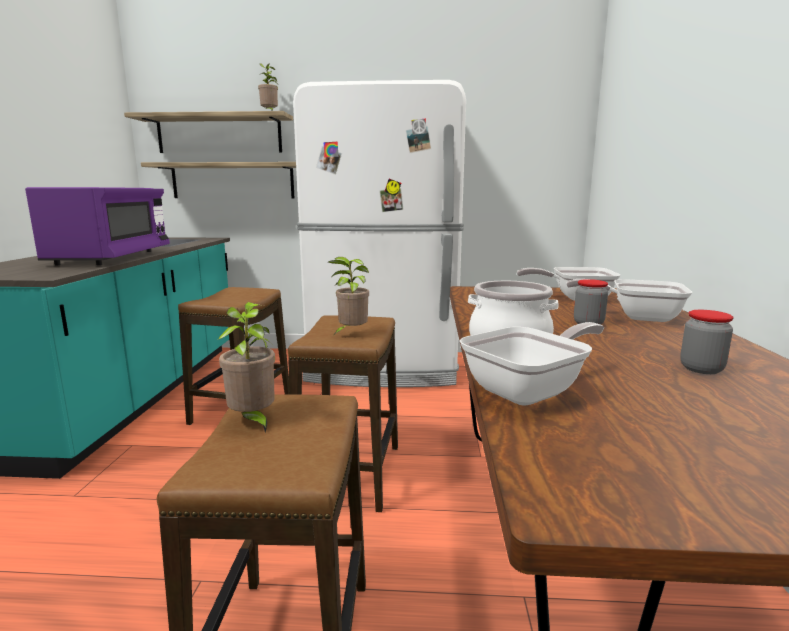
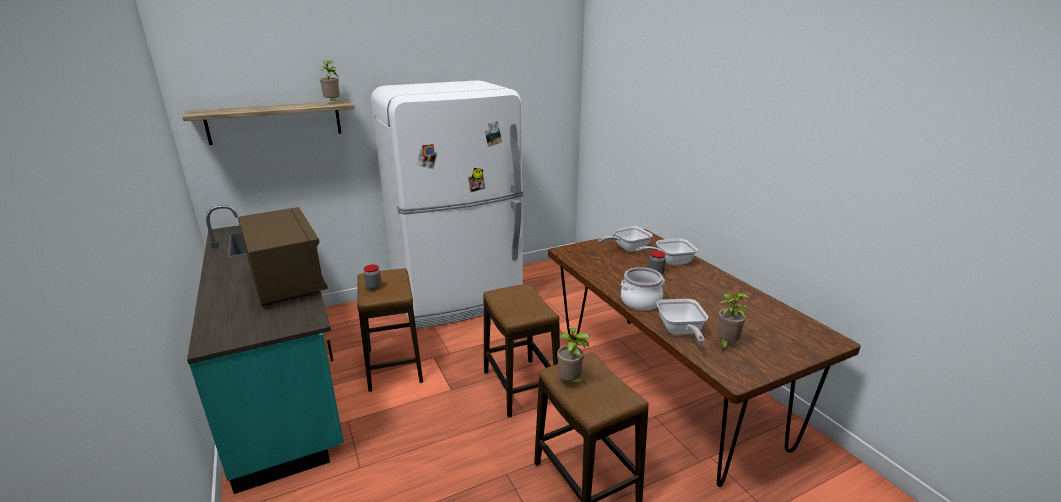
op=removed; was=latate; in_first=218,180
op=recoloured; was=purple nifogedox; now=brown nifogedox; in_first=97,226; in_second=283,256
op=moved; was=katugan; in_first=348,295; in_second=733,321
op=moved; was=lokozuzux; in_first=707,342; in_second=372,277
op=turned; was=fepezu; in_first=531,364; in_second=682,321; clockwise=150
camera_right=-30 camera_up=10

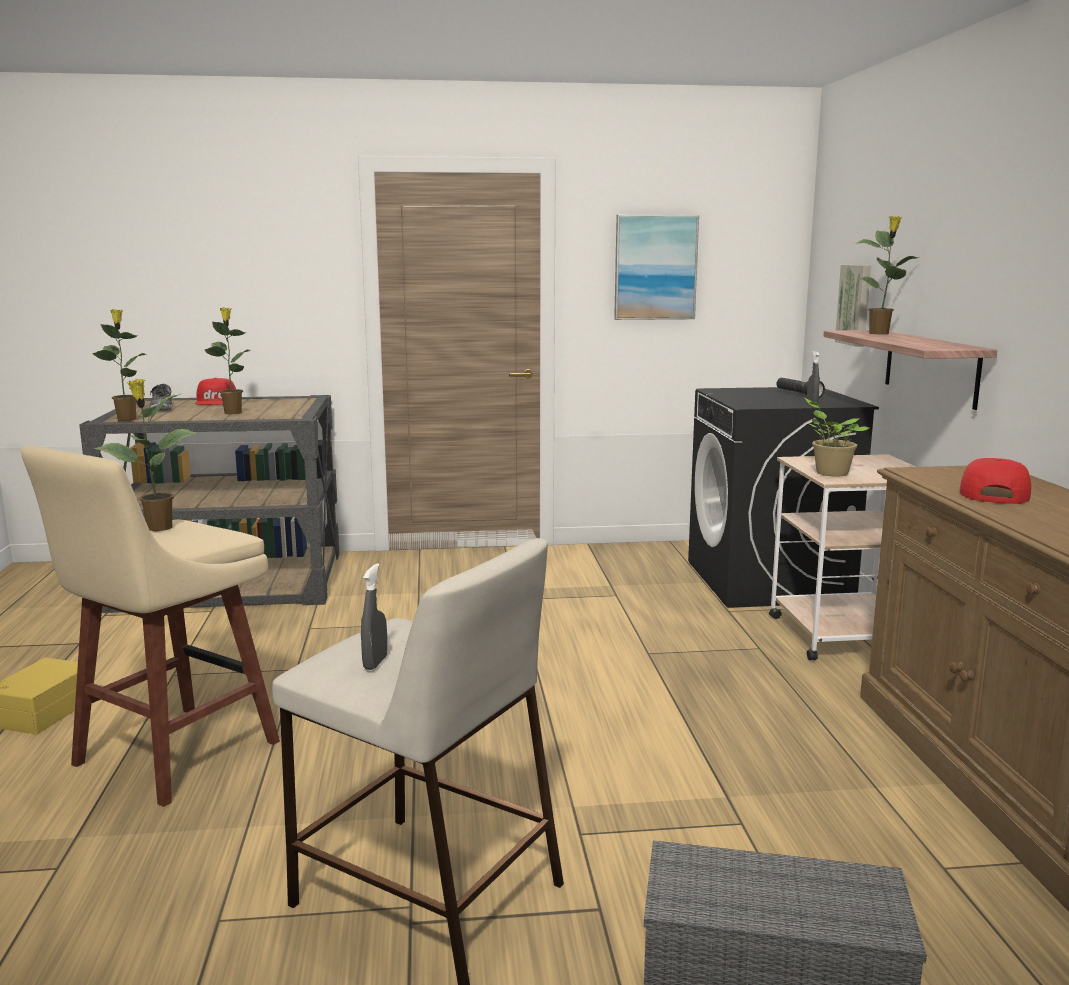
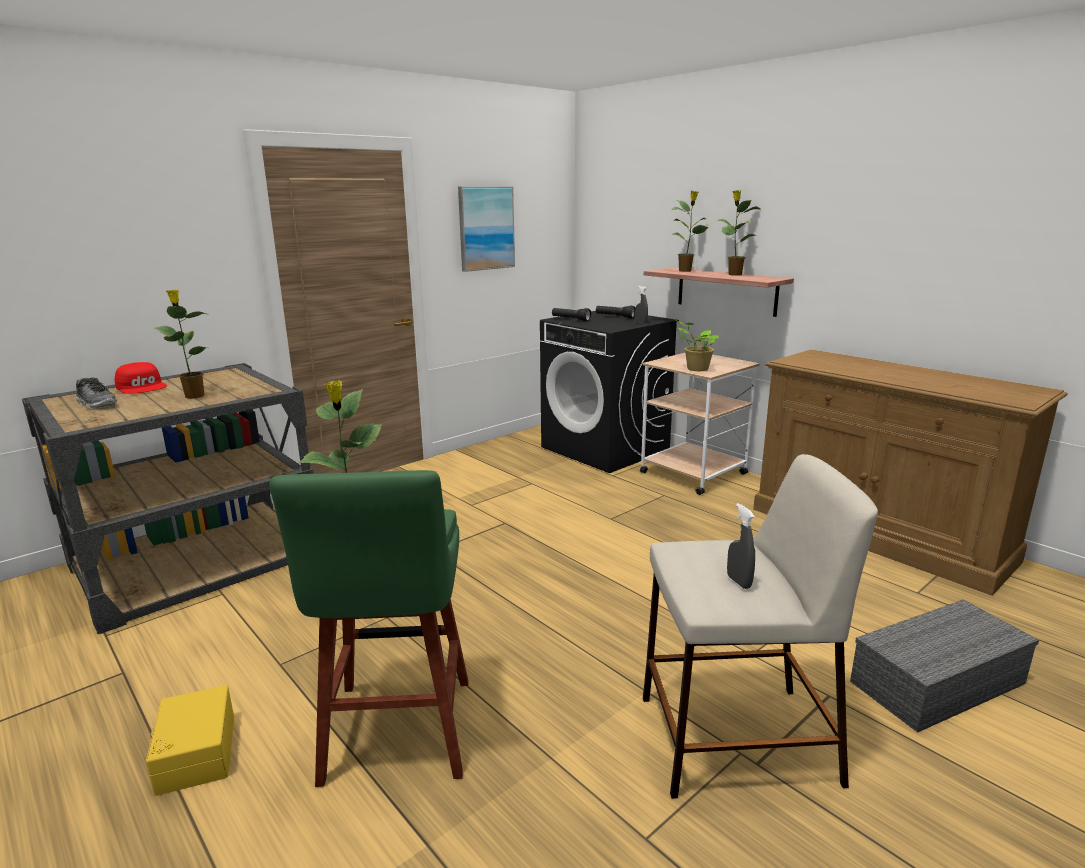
op=removed; was=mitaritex; in_first=853,306
op=moved; was=katugan; in_first=119,365; in_second=739,233
op=recoloured; was=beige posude; now=green posude; in_first=150,626; in_second=368,628
op=removed; was=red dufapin; in_first=995,481
op=added; now=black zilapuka; in_second=571,315
camera_right=-35 camera_up=5

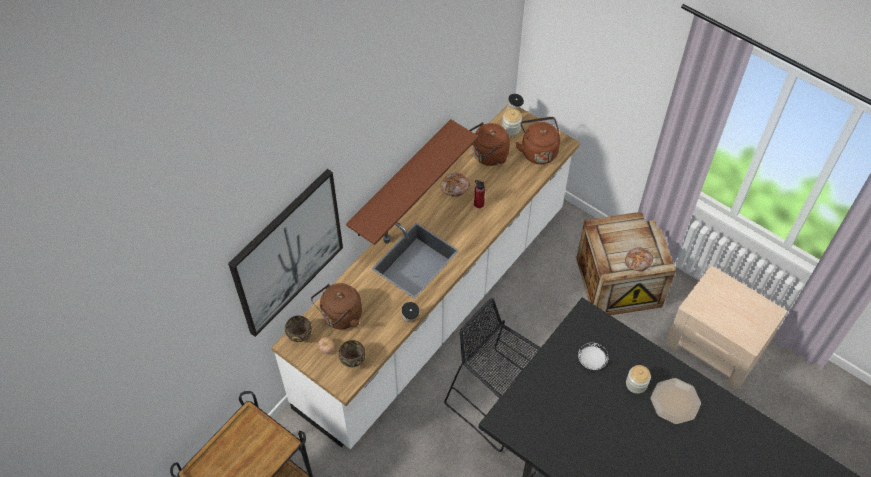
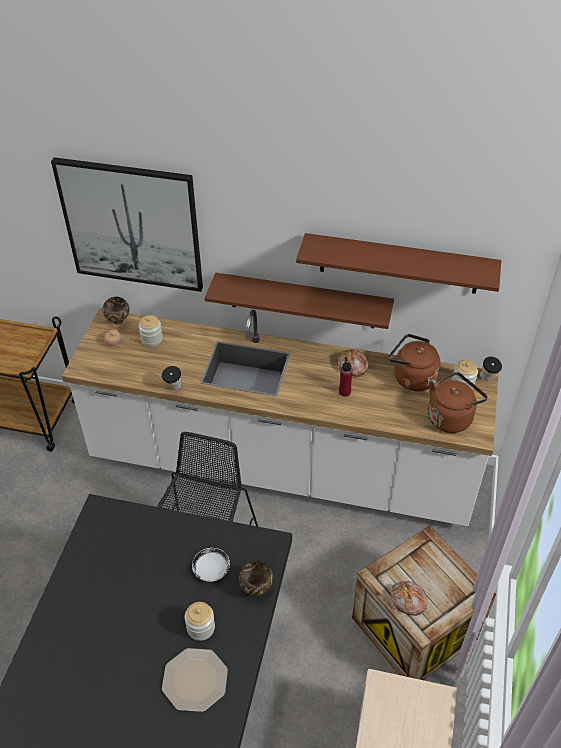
op=replaced; was=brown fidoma; now=lokozuzux; in_first=336,306; in_second=150,330
op=moved; was=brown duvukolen; in_first=352,353; in_second=256,578
op=added; now=brown latate; in_second=398,263
camera_right=65 camera_up=-10

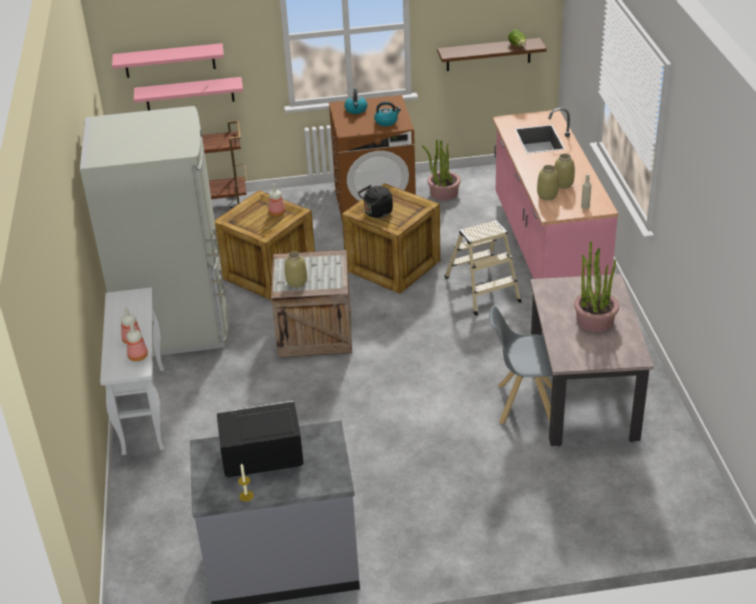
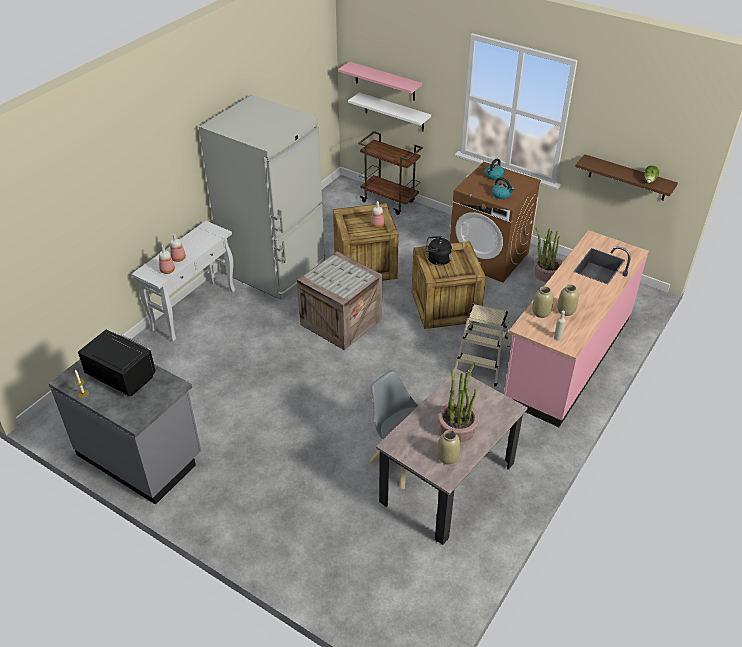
op=recoloured; was=pink latate; now=white latate; in_first=188,94; in_second=389,111
op=moved; was=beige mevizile; in_first=296,269; in_second=448,447
camera_right=40 camera_up=5

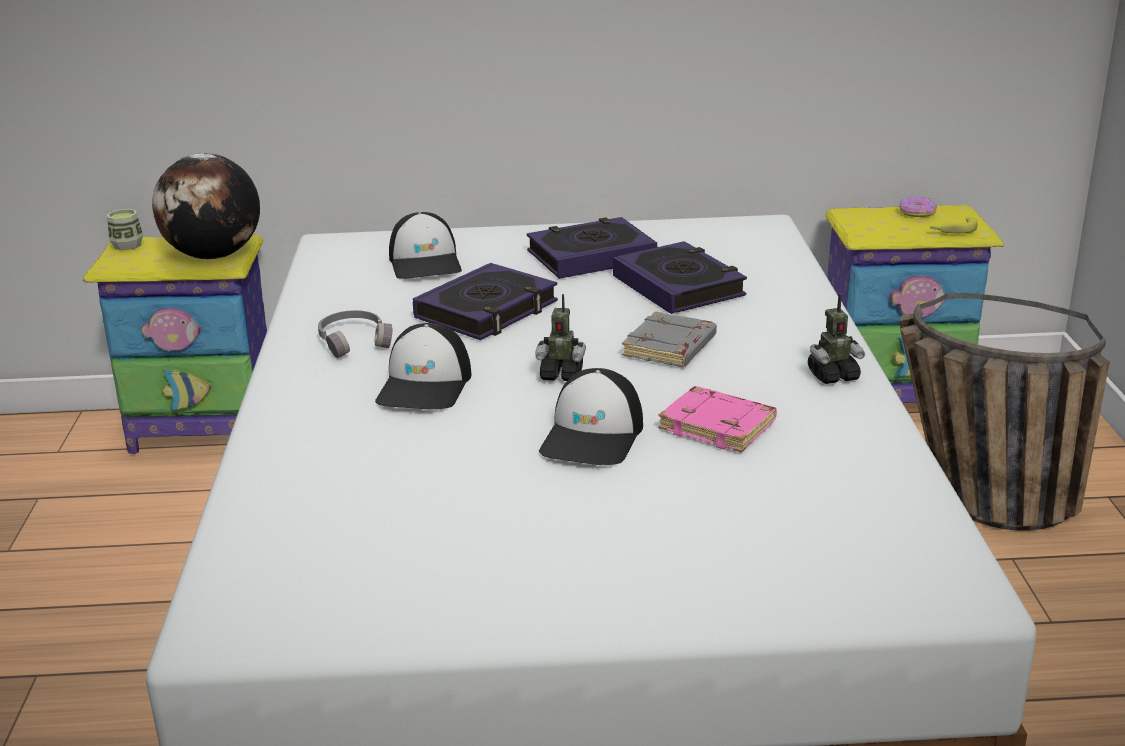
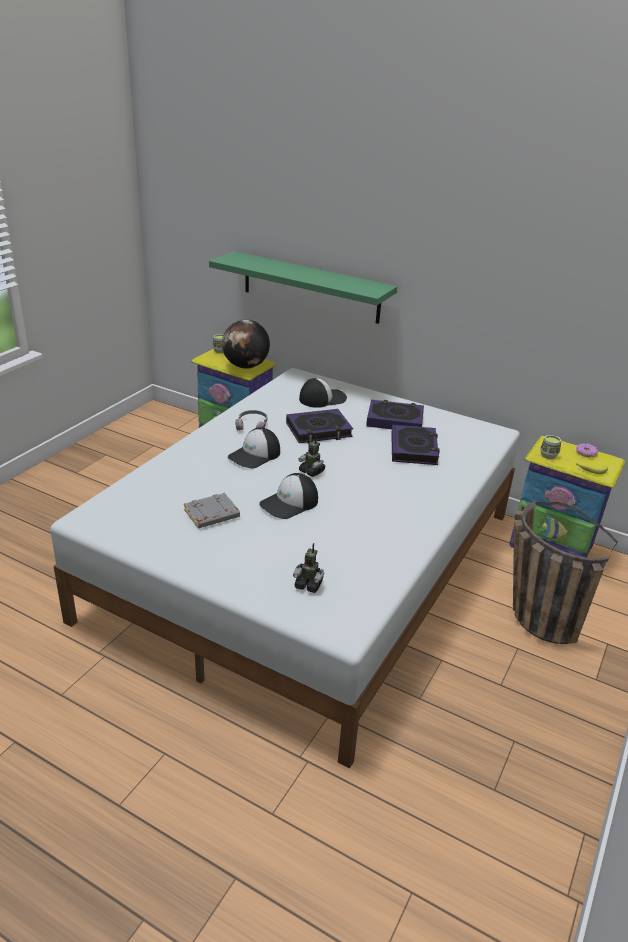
op=turned; was=dufapin; in_first=425,245; in_second=323,393; clockwise=-135
op=moved; was=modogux; in_first=836,339; in_second=308,568
op=moved; was=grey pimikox; in_first=669,339; in_second=212,510
op=removed; was=pink pimikox; in_first=717,419
op=added; now=green latate; in_second=303,287
op=added; now=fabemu; in_second=550,447
camera_right=30 camera_up=5

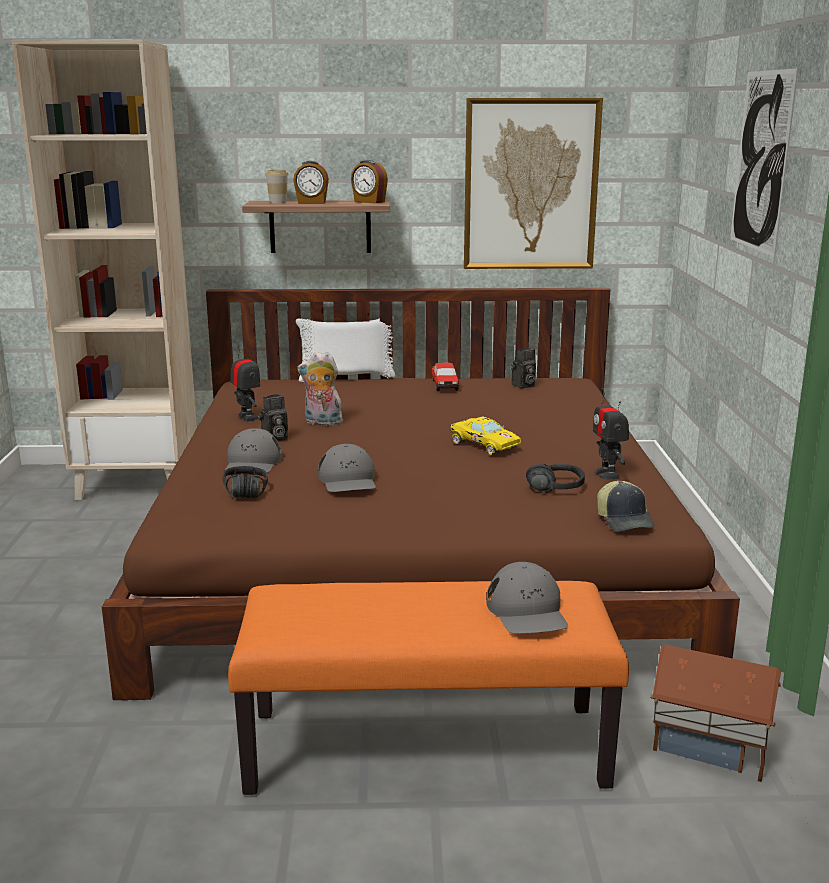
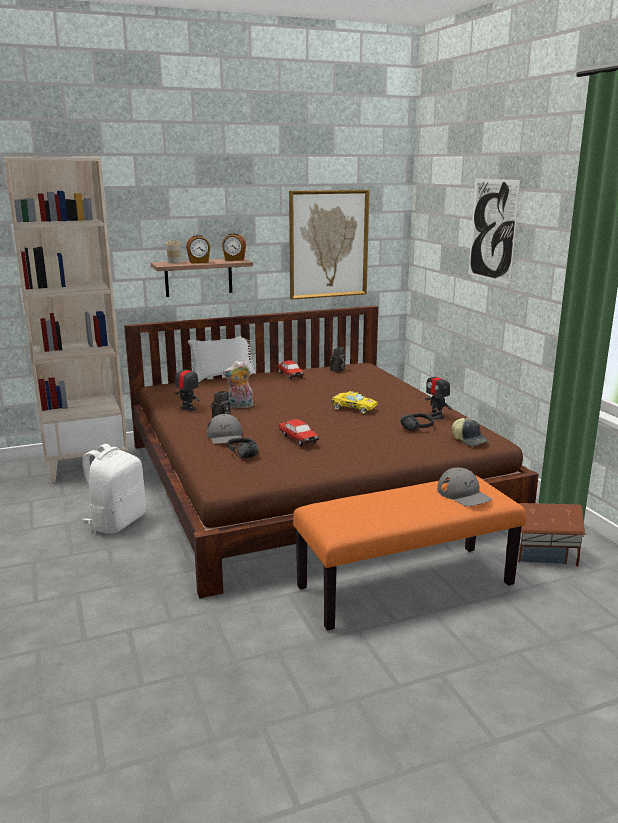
op=replaced; was=grey dufapin; now=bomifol; in_first=347,468; in_second=299,432
op=added; now=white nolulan; in_second=114,489
camera_right=-20 camera_up=0

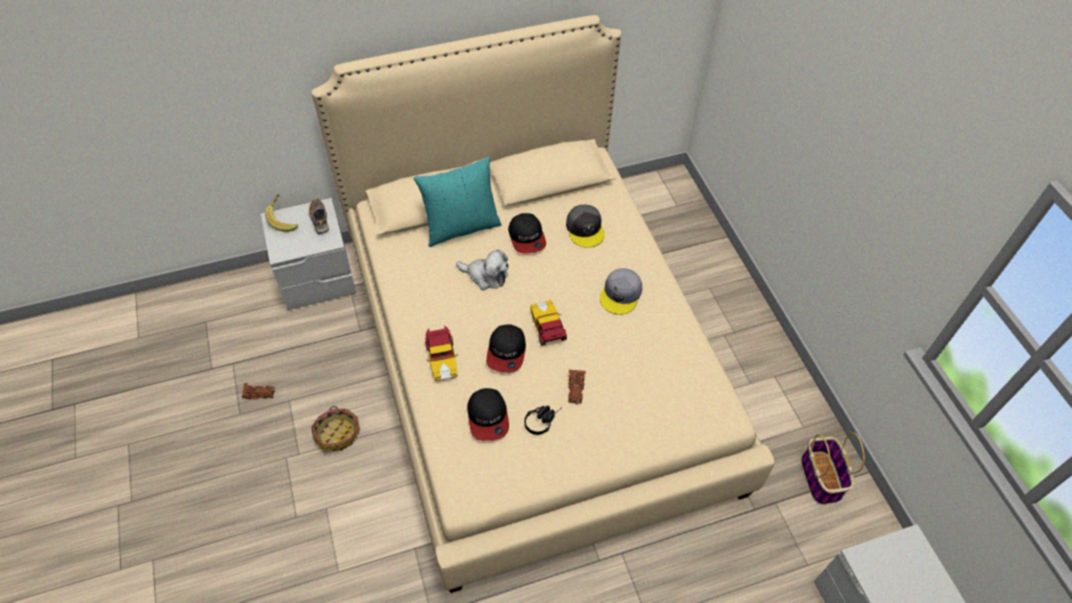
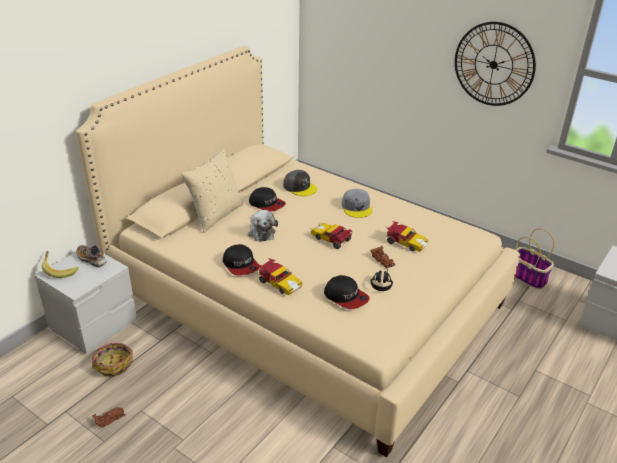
op=recoloured; was=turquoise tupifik; now=beige tupifik; in_first=457,201; in_second=212,190
op=turned; was=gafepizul; in_first=482,270; in_second=263,226; clockwise=90
op=moved; was=dufapin; in_first=506,348; in_second=241,260
op=moved; was=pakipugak; in_first=335,429; in_second=112,359
op=added; now=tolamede; in_second=495,64
op=added; now=bomifol; in_second=408,236
camera_right=-35 camera_up=-20

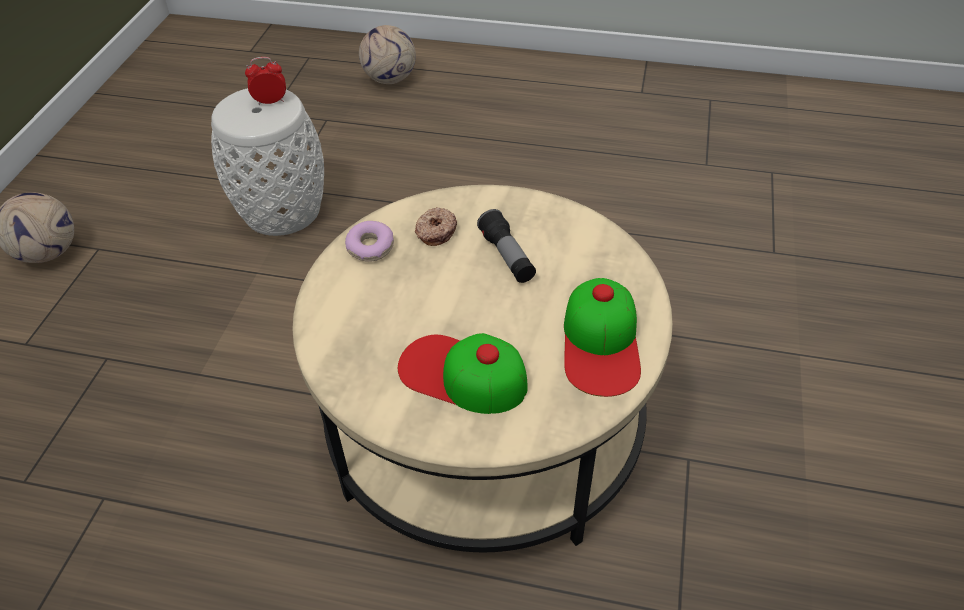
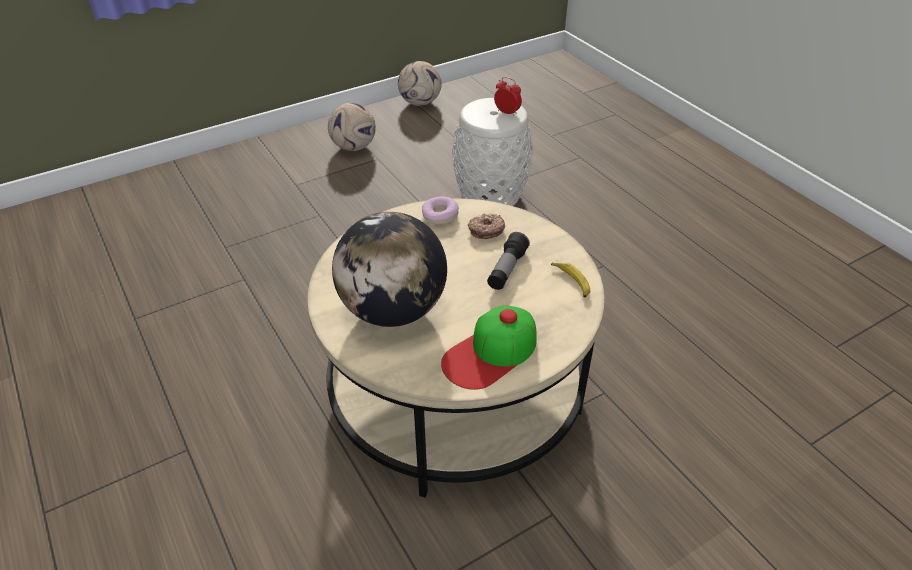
op=moved; was=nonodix; in_first=387,54; in_second=420,83
op=replaced; was=dufapin; now=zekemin; in_first=463,373; in_second=389,269
op=added; now=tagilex; in_second=570,280
camera_right=45 camera_up=-5

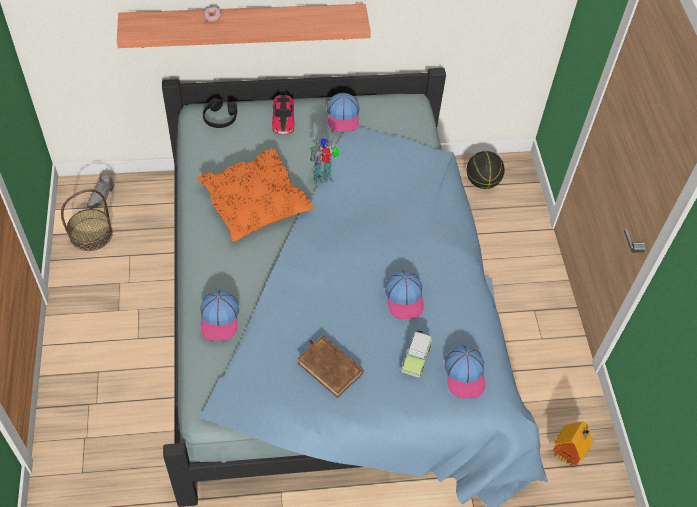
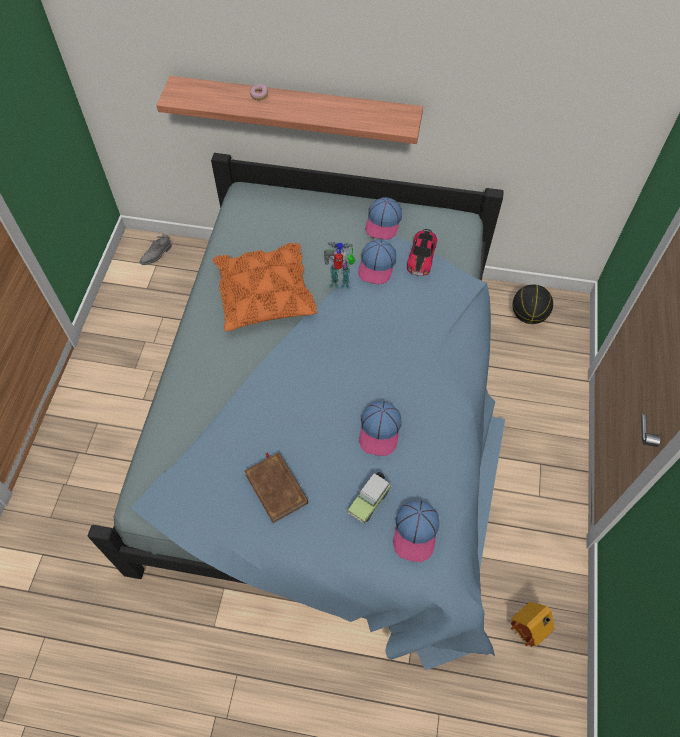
op=moved; was=bomifol; in_first=283,114; in_second=422,252
op=removed; was=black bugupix; in_first=220,113
op=removed; was=pakipugak; in_first=87,220
op=moved; was=dufapin; in_first=219,315; in_second=377,262
camera_right=20 camera_up=5

